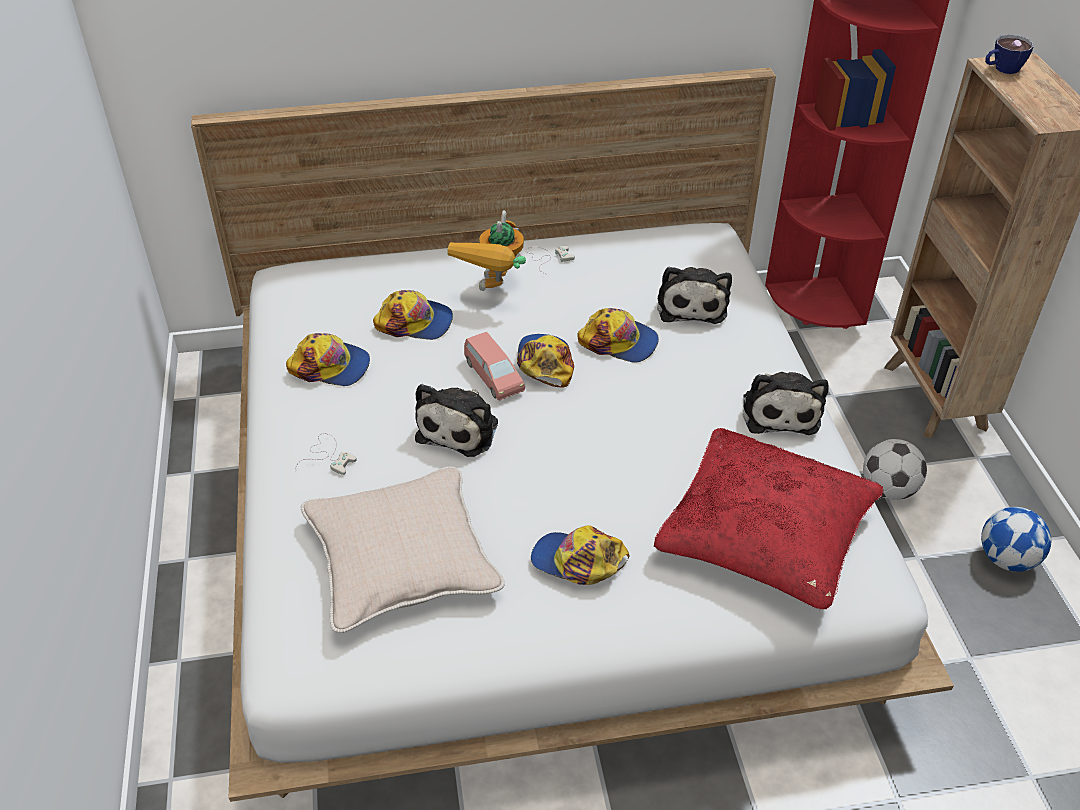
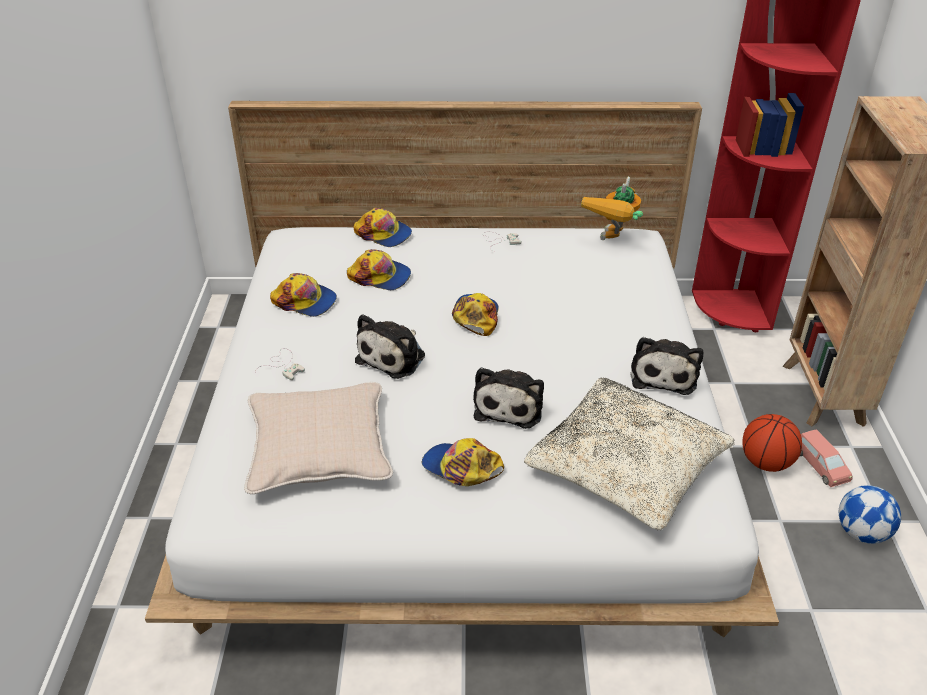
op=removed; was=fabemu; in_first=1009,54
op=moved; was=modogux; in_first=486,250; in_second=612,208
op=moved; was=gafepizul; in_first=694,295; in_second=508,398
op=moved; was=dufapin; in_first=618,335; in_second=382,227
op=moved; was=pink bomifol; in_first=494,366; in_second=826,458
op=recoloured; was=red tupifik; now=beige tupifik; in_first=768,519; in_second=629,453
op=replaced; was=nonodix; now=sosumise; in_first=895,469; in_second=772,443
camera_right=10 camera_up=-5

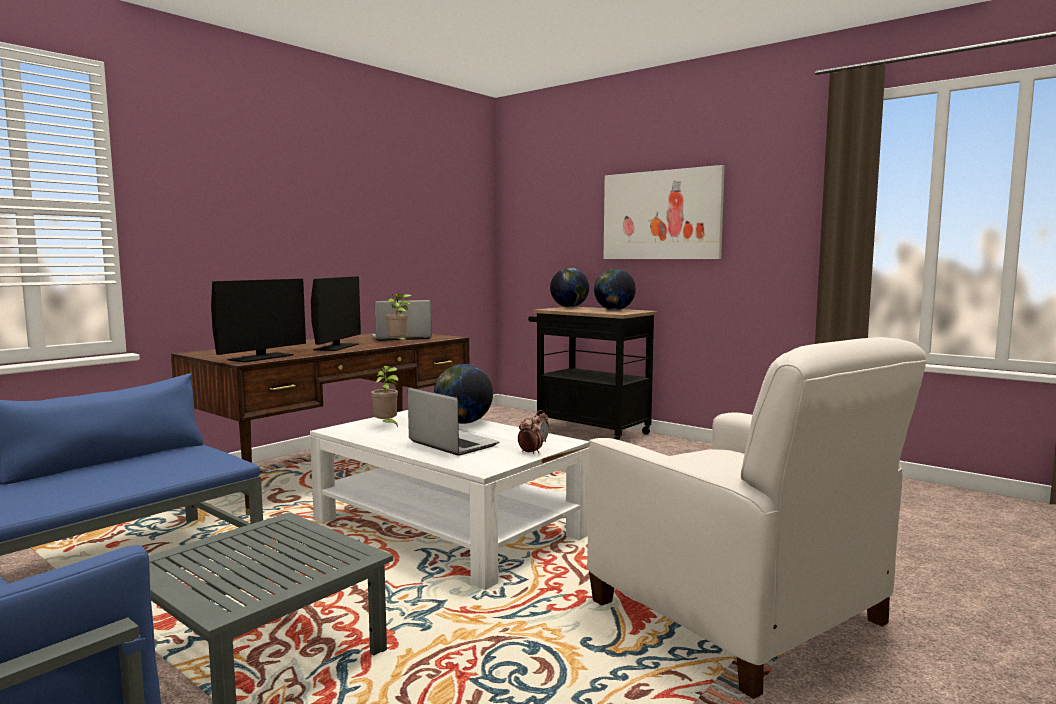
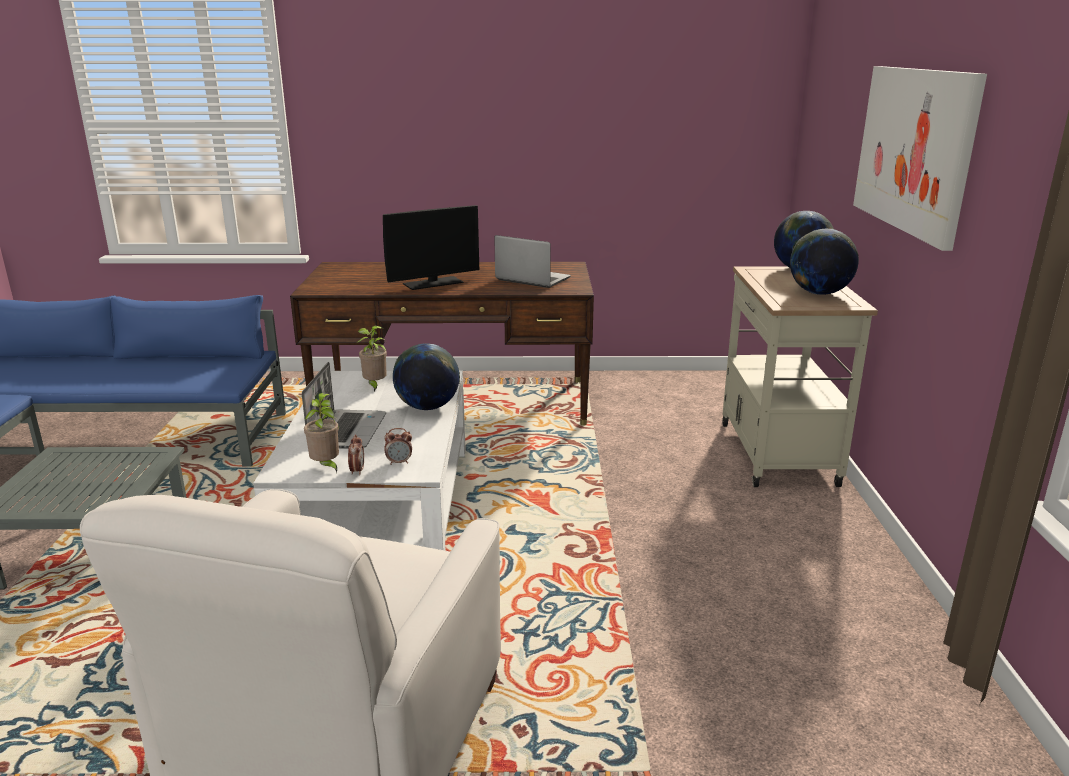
op=removed; was=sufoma; in_first=258,320
op=moved; was=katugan; in_first=399,317; in_second=321,432
op=recoloured; was=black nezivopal; now=beige nezivopal; in_first=593,374; in_second=800,376
camera_right=50 camera_up=15

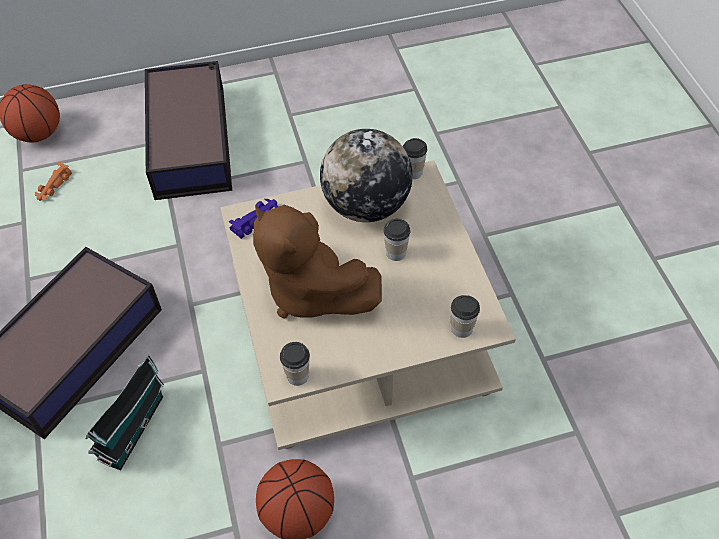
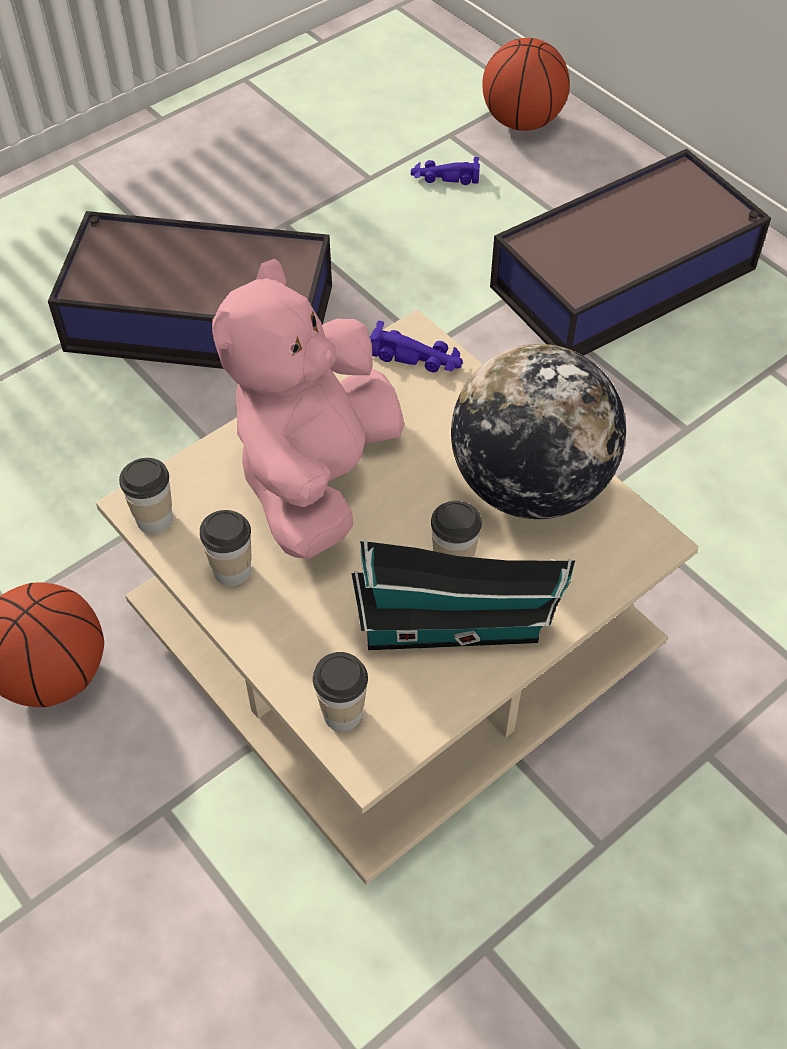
op=moved; was=fabemu; in_first=415,158; in_second=225,548
op=recoloured; was=orange bomifol; now=purple bomifol; in_first=53,181; in_second=445,171
op=recoloured; was=brown gafepizul; now=pink gafepizul; in_first=317,262; in_second=308,409
op=moved; was=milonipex; in_first=124,413; in_second=463,595
camera_right=65 camera_up=0

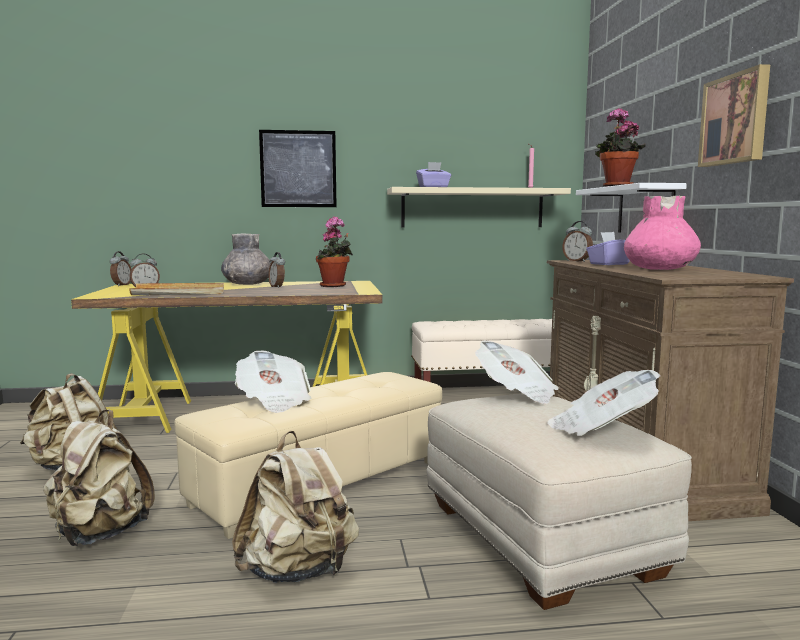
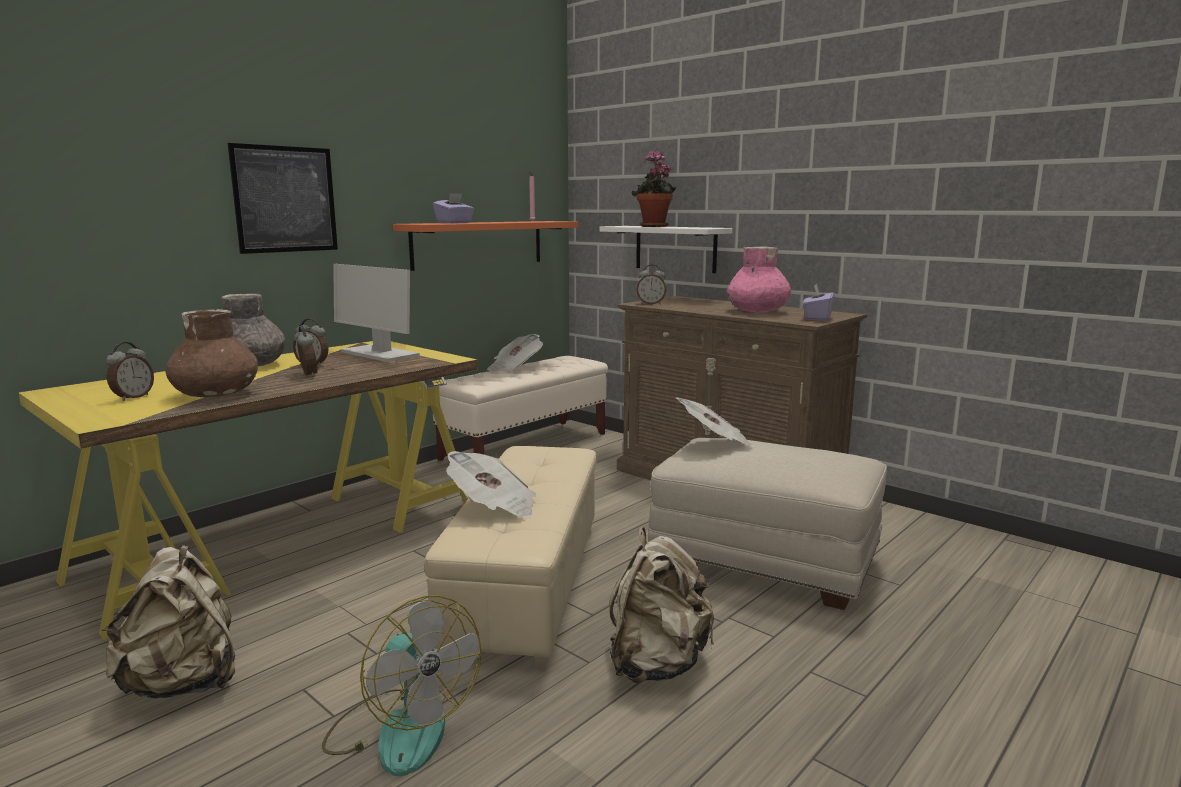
op=removed; was=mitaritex; in_first=734,115
op=recoloured; was=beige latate; now=orange latate; in_first=479,207; in_second=485,246
op=replaced; was=katugan; now=sufoma; in_first=334,251; in_second=376,313
op=moved; was=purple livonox; in_first=608,248; in_second=819,302
op=moved; was=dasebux; in_first=120,268; in_second=306,351
op=replaced; was=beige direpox; now=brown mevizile; in_first=176,289; in_second=211,353
op=moved; was=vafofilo; in_first=604,403; in_second=515,353
op=replaced; was=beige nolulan; now=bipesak; in_first=99,477; in_second=402,685
camera_right=-40 camera_up=5

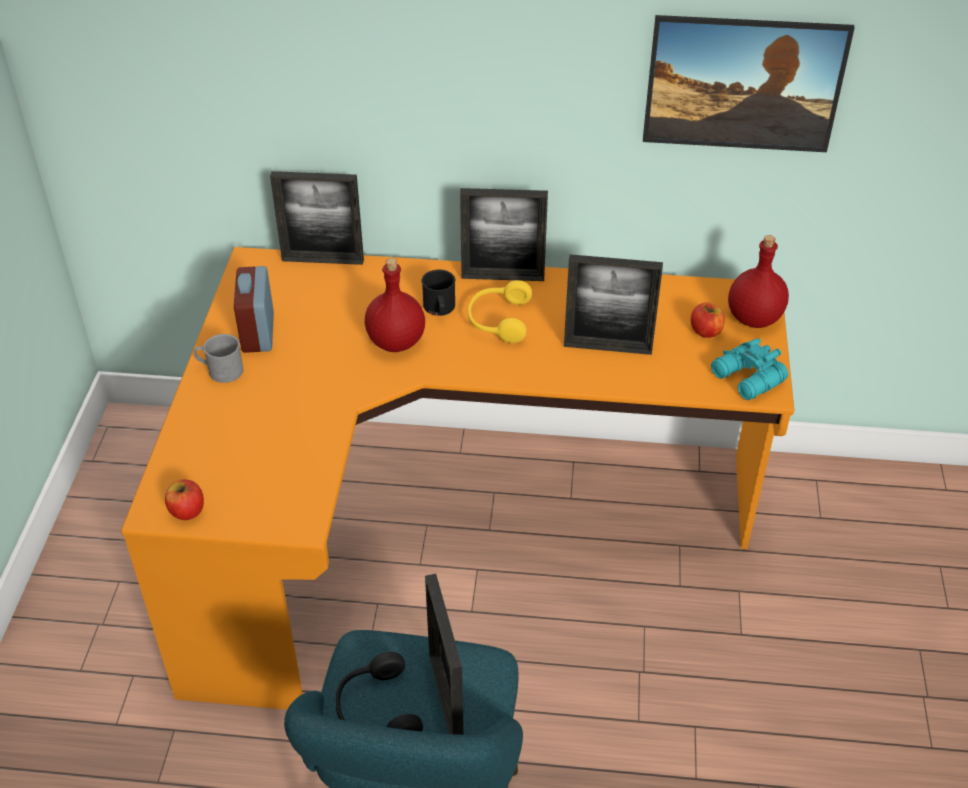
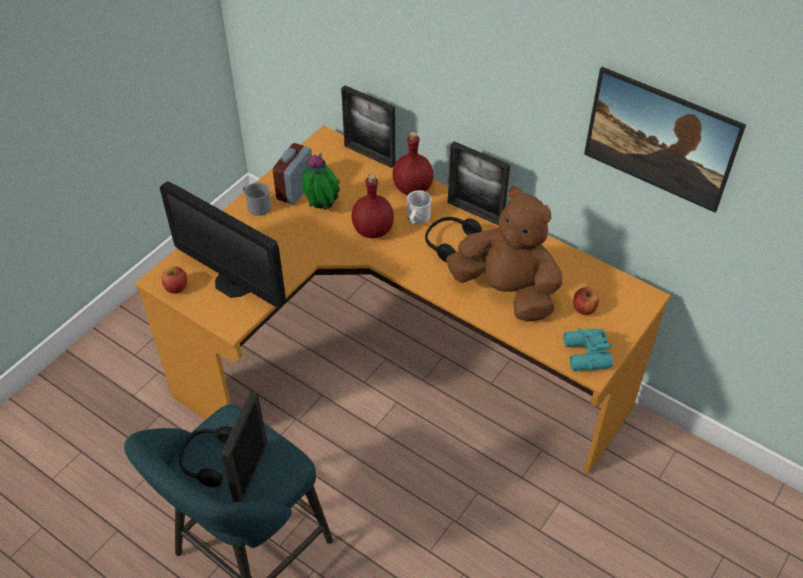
op=moved; was=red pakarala; in_first=758,281; in_second=413,163
op=replaced; was=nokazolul; now=brown gafepizul; in_first=613,304; in_second=504,254
op=recoloured; was=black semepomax; now=white semepomax; in_first=438,293; in_second=419,207
op=recoloured; was=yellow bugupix; now=black bugupix; in_first=500,311; in_second=453,240
op=added; now=katugan; in_second=321,181
op=added; now=sufoma; in_second=223,244
camera_right=30 camera_up=5

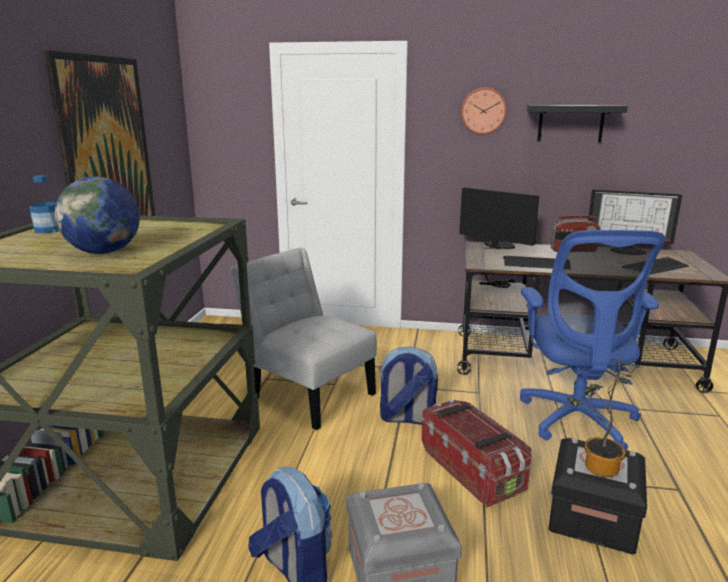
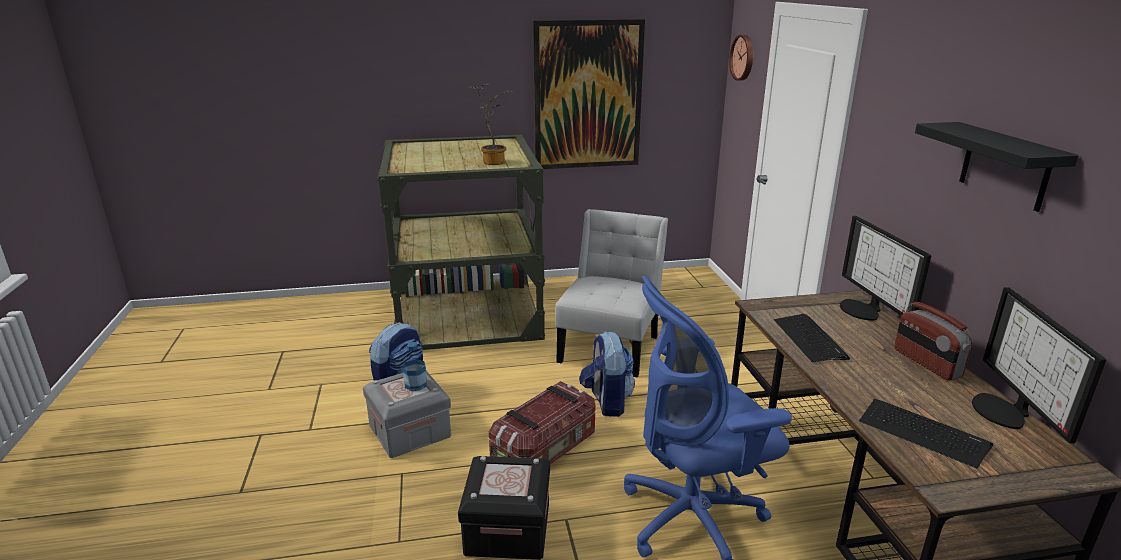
op=moved; was=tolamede; in_first=484,111; in_second=741,58
op=moved; was=pakarala; in_first=44,204; in_second=414,366
op=removed; was=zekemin; in_first=97,215
op=turned; was=sufoma; in_first=499,218; in_second=885,268; clockwise=150
op=moved; was=katugan; in_first=605,418; in_second=491,124
camera_right=70 camera_up=5

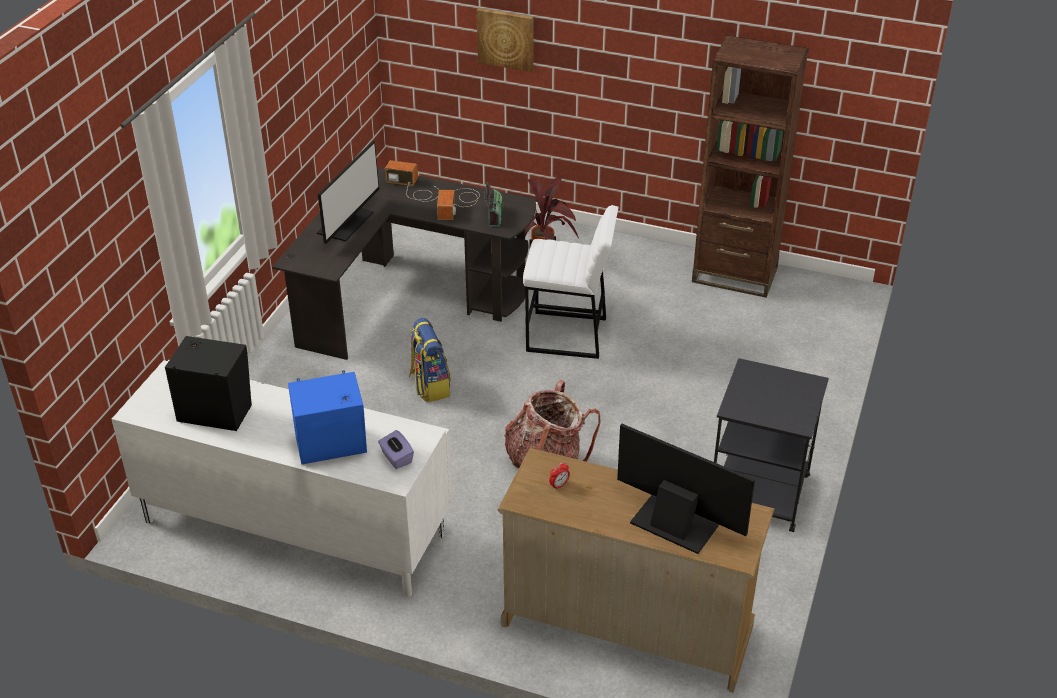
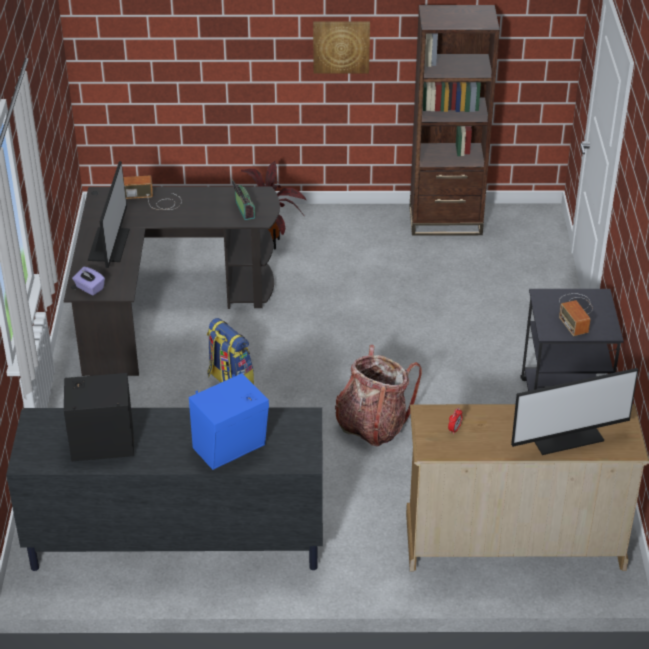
op=moved; was=mitaritex; in_first=505,40; in_second=341,47
op=moved; was=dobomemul; in_first=458,204; in_second=576,314
op=removed; was=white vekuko; in_first=571,282
op=recoloured; was=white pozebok; now=black pozebok; in_first=282,478; in_second=164,489
op=turned; was=sufoma; in_first=686,489; in_second=574,411; clockwise=150
op=moved; was=purple livonox; in_first=396,449; in_second=88,281
camera_right=-20 camera_up=0

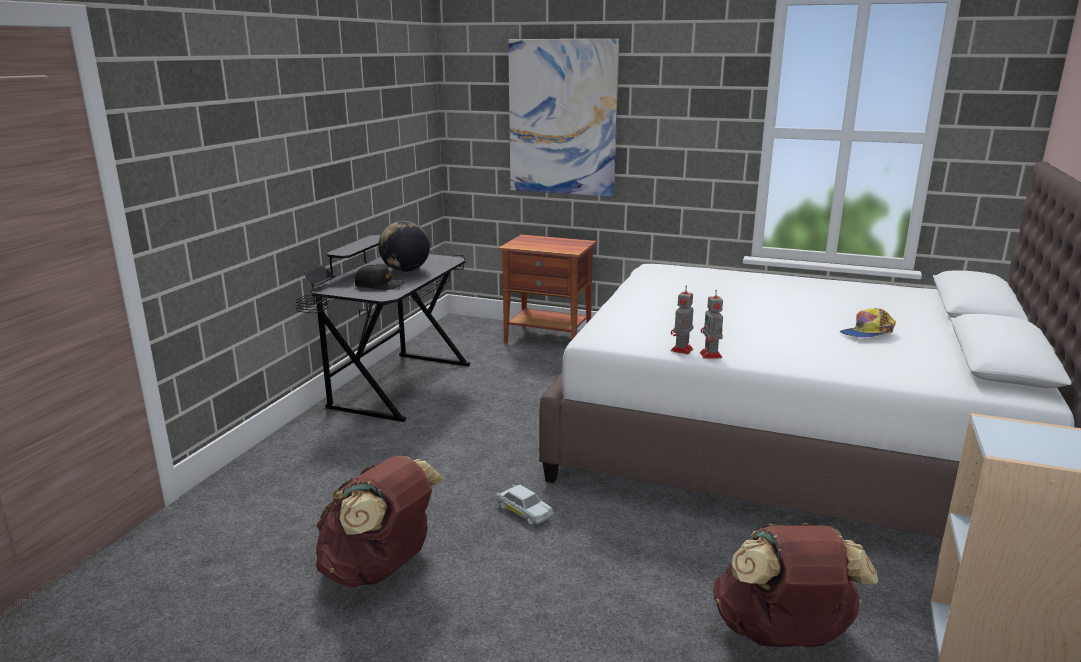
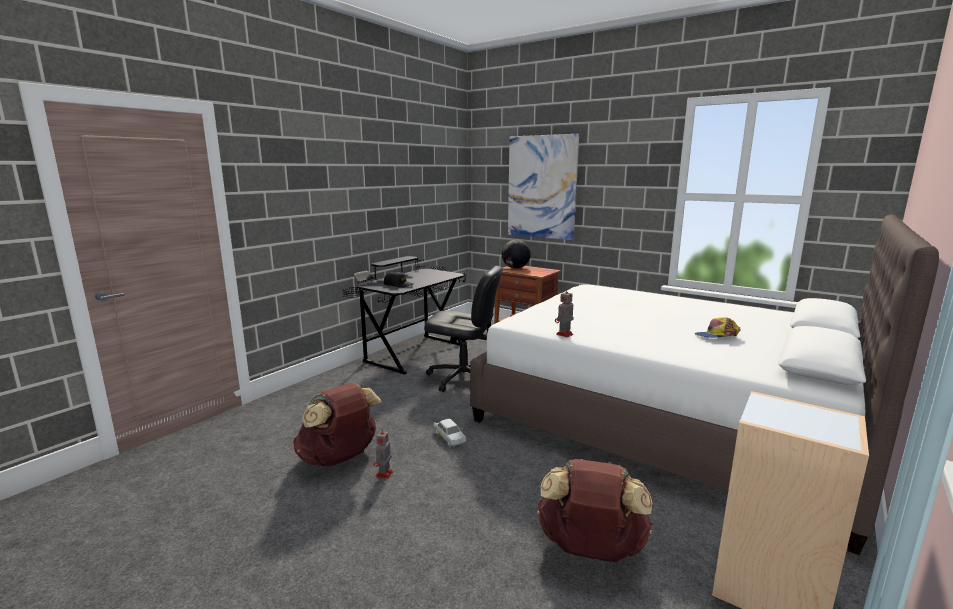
op=moved; was=zekemin; in_first=404,246; in_second=516,254
op=moved; was=modogux; in_first=711,324; in_second=383,453
op=added; now=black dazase; in_second=463,329
camera_right=15 camera_up=-5

